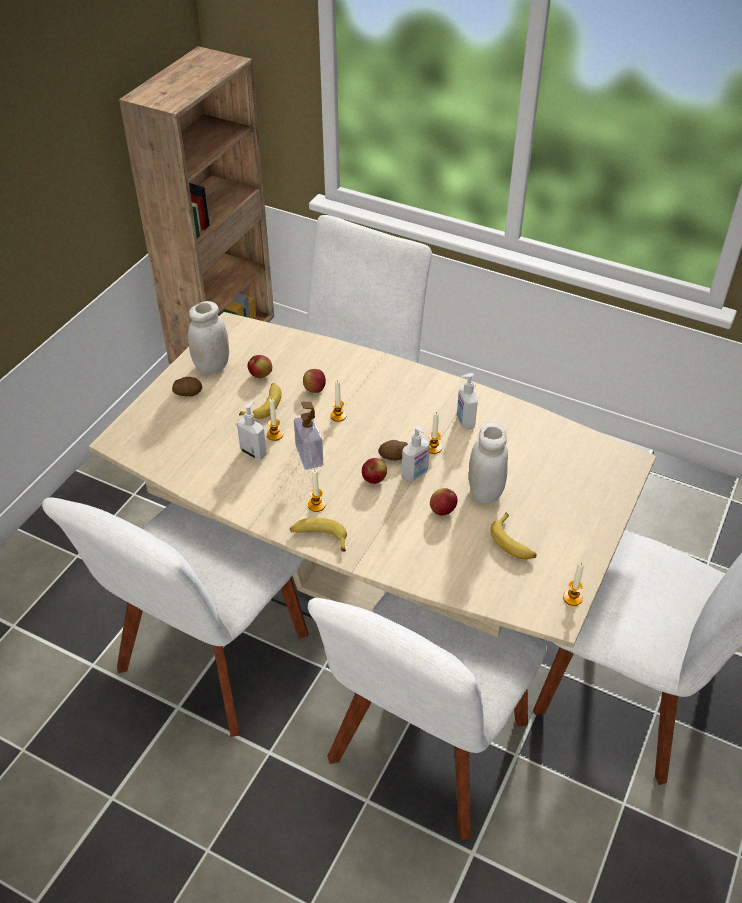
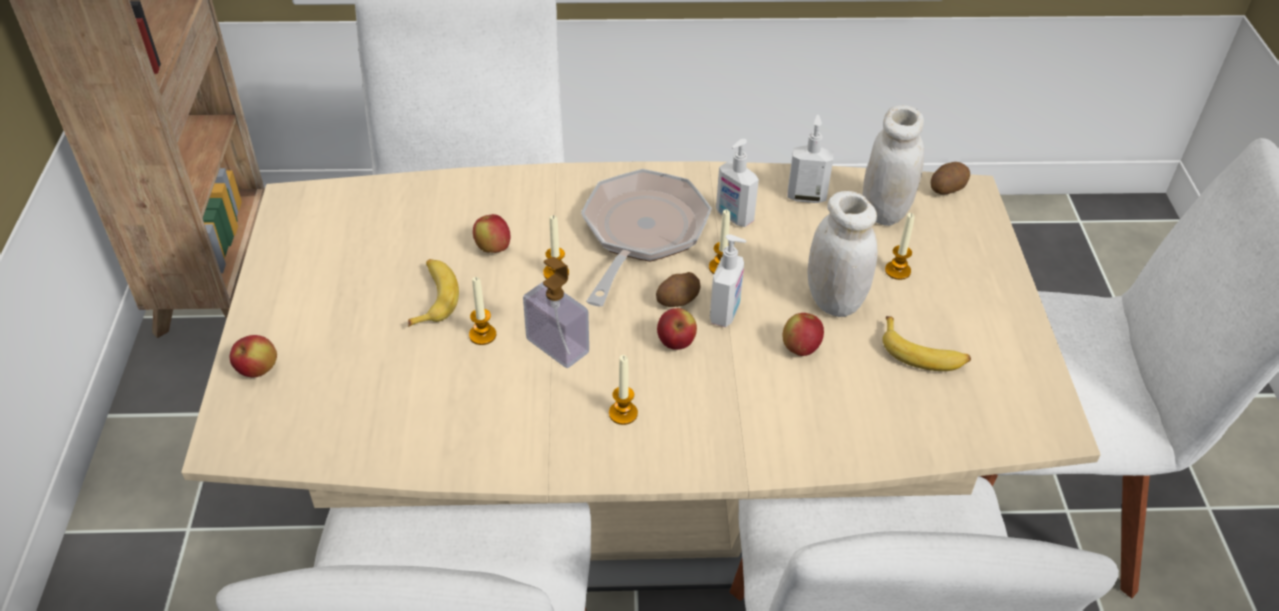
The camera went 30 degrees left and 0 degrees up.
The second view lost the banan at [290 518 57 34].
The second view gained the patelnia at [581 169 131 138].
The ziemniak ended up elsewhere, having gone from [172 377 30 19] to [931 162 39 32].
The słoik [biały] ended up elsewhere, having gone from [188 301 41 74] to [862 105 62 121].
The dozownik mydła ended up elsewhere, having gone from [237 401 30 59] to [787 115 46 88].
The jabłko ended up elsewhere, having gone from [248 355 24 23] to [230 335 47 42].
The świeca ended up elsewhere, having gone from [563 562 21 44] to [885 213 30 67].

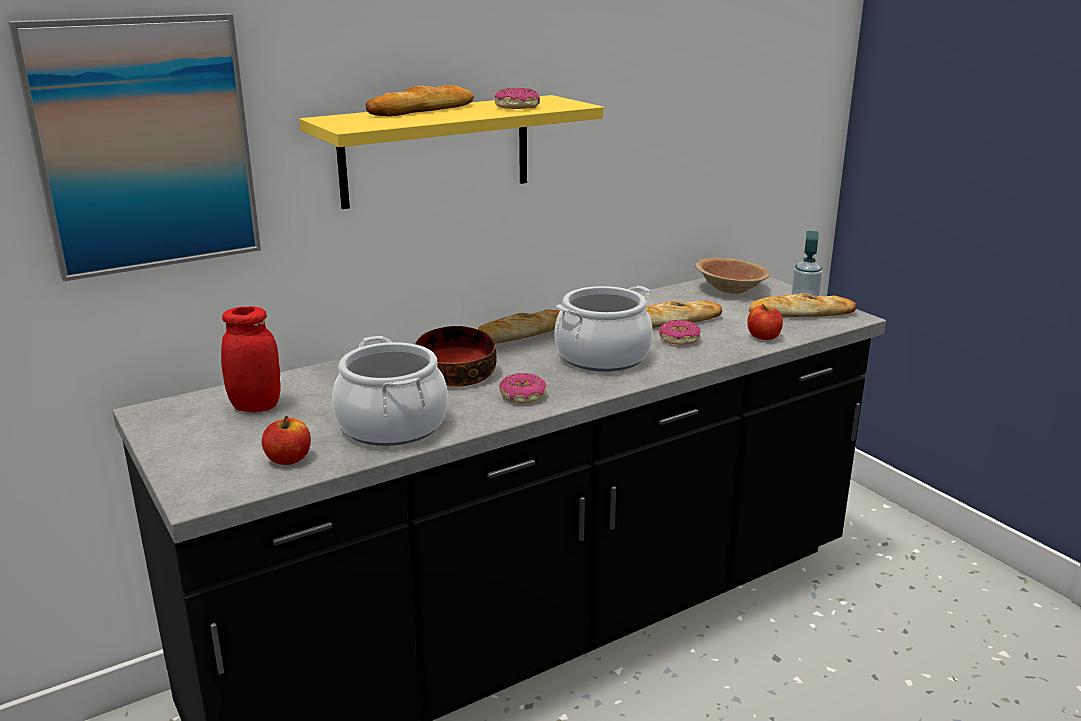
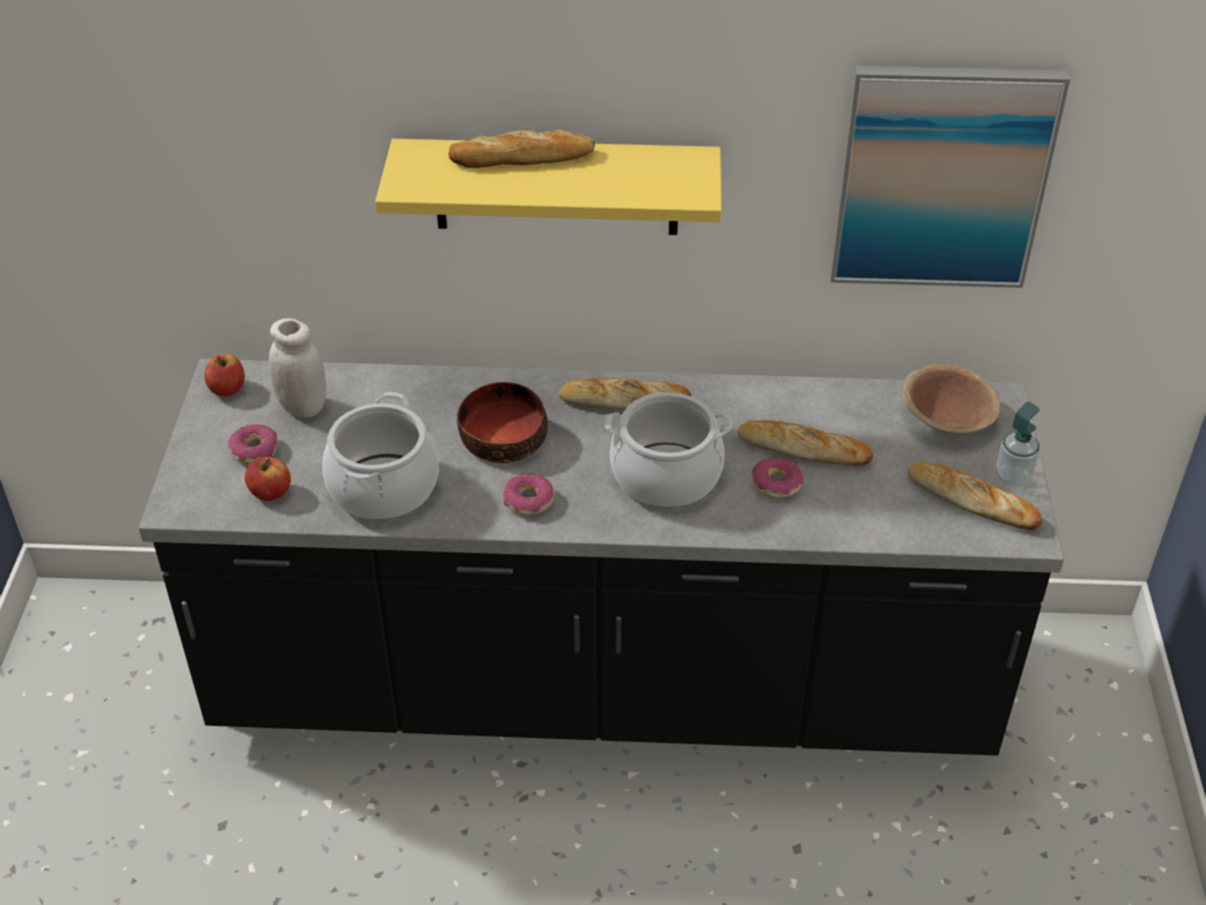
The camera went 35 degrees right and 20 degrees up.
The obraz ended up elsewhere, having gone from [8 13 253 269] to [830 66 240 222].
The donut ended up elsewhere, having gone from [494 88 46 21] to [228 424 50 40].
The jabłko ended up elsewhere, having gone from [747 304 36 36] to [204 354 41 43].
What was the słoik [czerwony] at [221 306 60 107] turned into the słoik [biały] at [269 318 57 100].

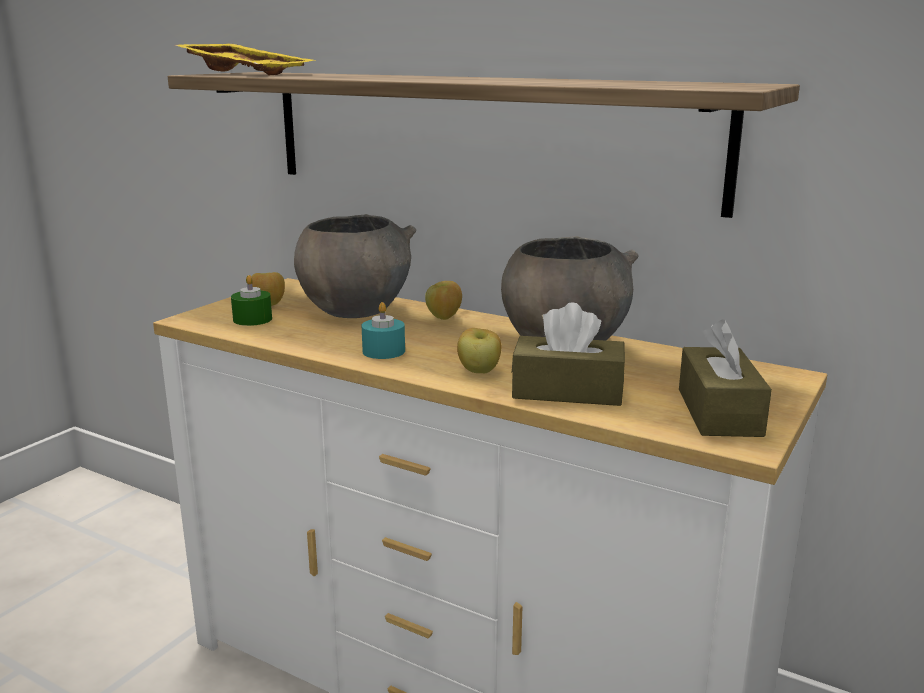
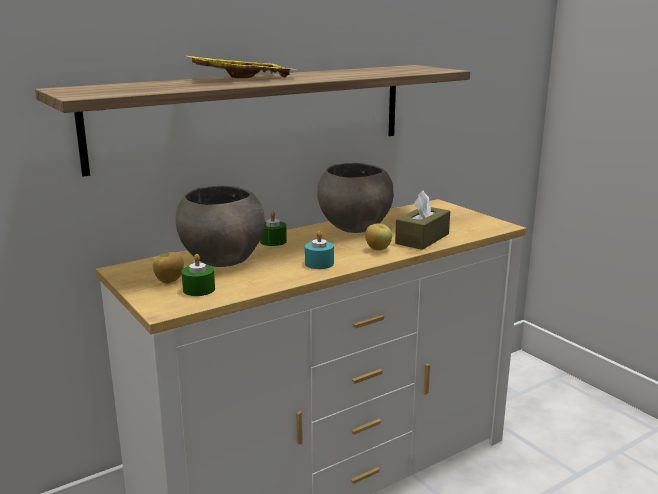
The camera went 65 degrees left and 0 degrees up.
The second view lost the pudełko chusteczek [brązowy] at [679 319 93 118].
The taca [żółty] ended up elsewhere, having gone from [175 44 139 31] to [184 55 112 23].
Where the jabłko stood at [425 281 37 39], the świeca [zielony] came to stand at [260 211 27 35].

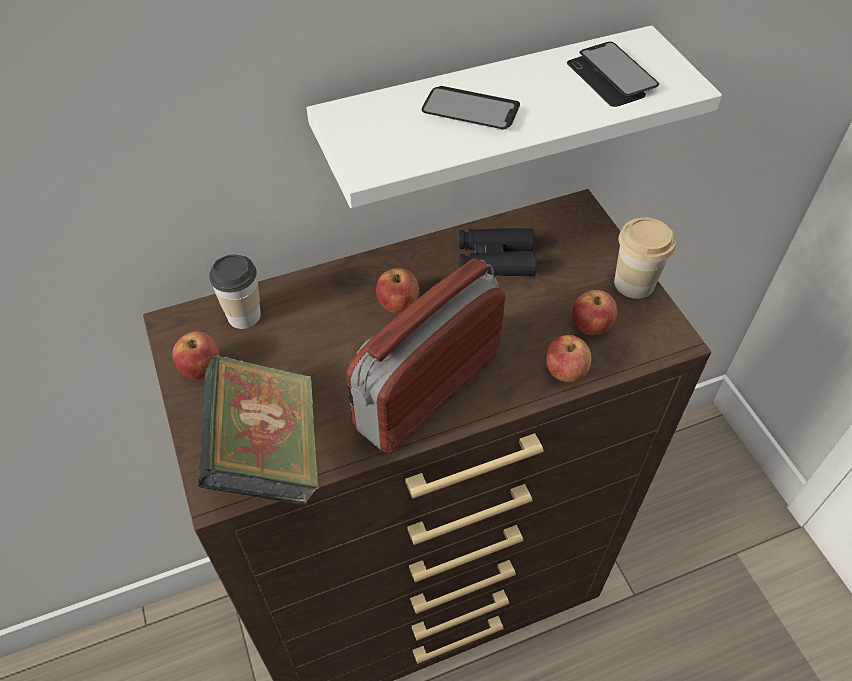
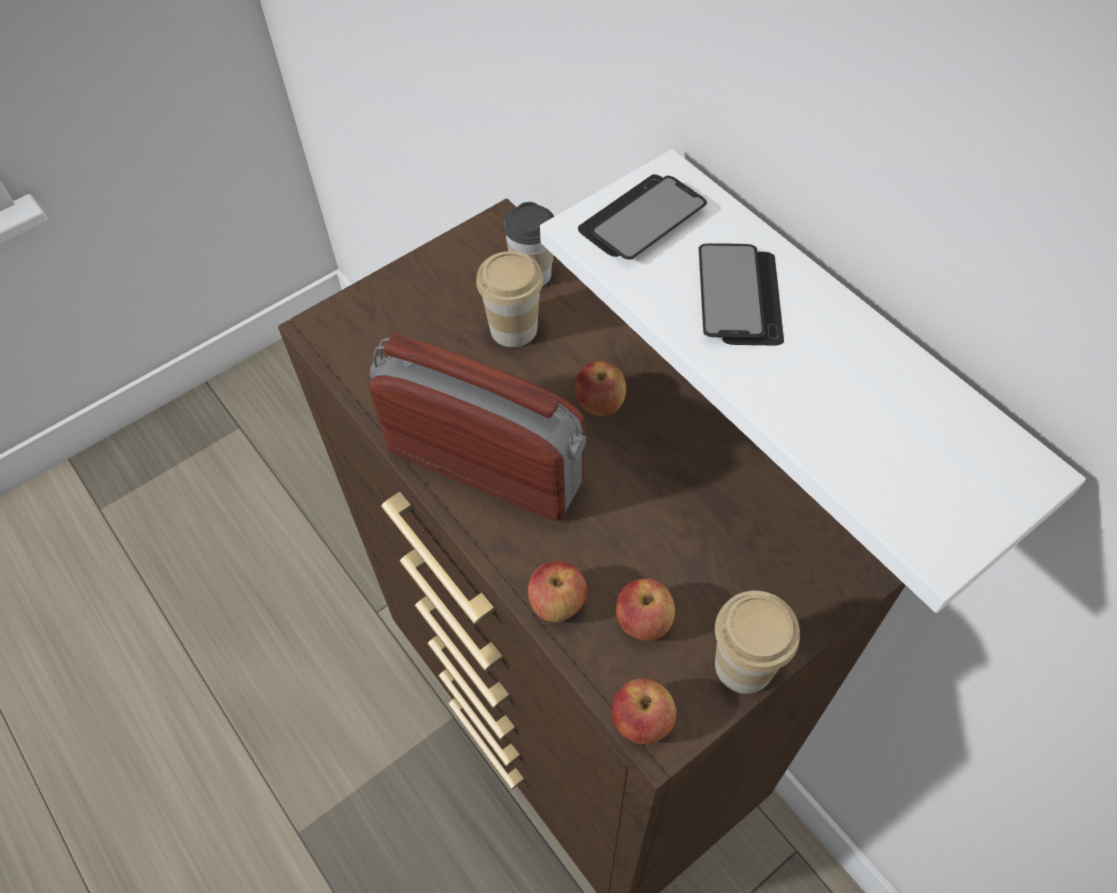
The camera went 75 degrees right and 5 degrees up.
The second view lost the książka at [198 355 121 151].
The second view lost the lornetka [czarny] at [458 228 79 48].
The second view gained the filiżanka at [476 251 67 96].
The jabłko ended up elsewhere, having gone from [172 332 48 47] to [611 679 65 65].
The telefon ended up elsewhere, having gone from [567 42 92 65] to [578 174 129 86].

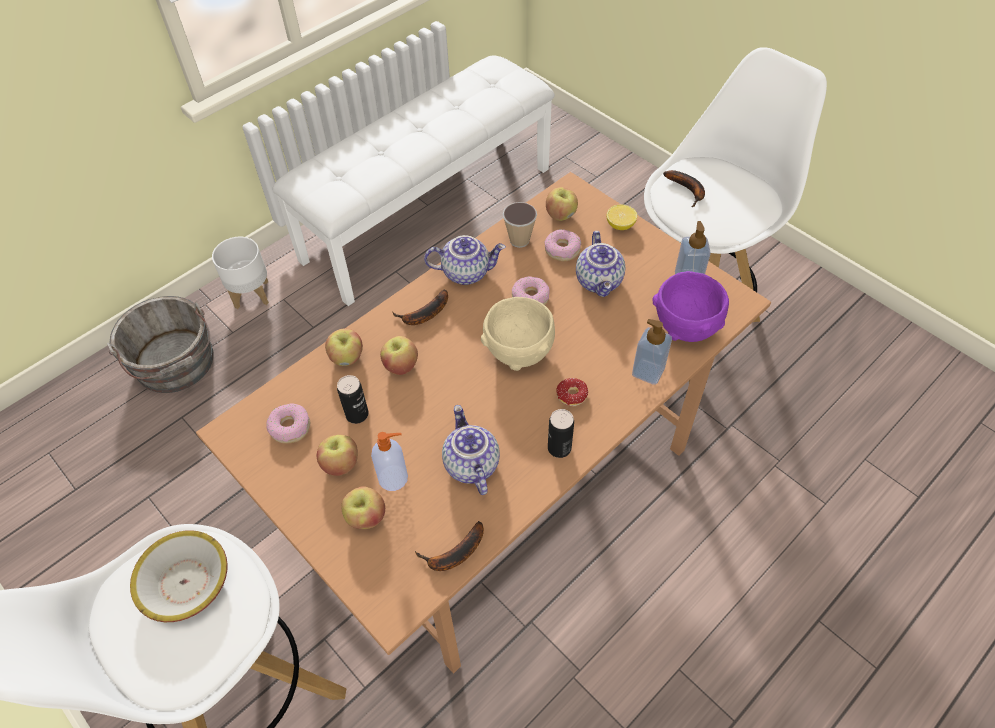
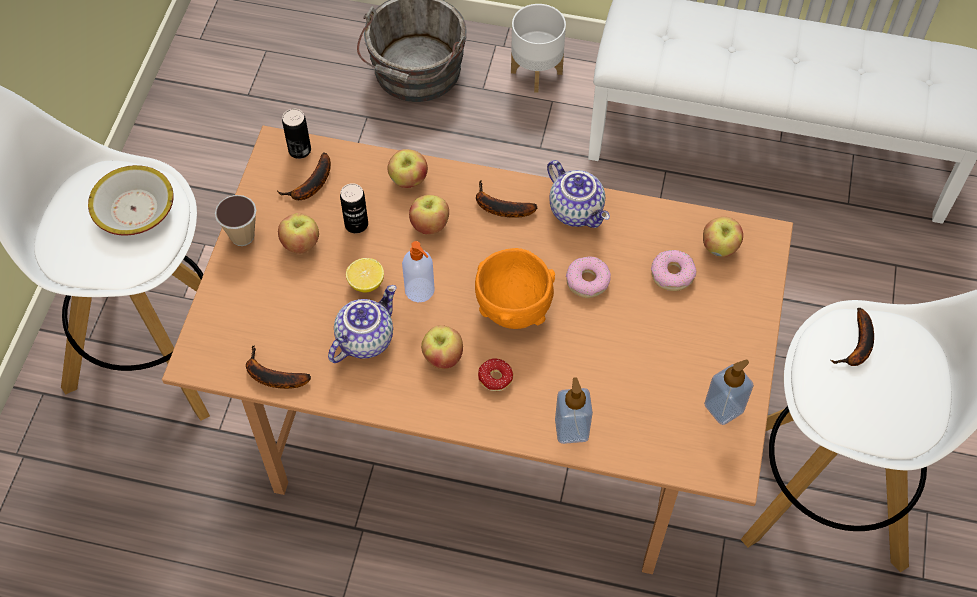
The camera went 55 degrees right and 5 degrees up.
The second view lost the imbryk at [576 231 49 66].
The second view lost the miska [fioletowy] at [653 271 76 71].
The jabłko ended up elsewhere, having gone from [341 486 44 43] to [421 325 42 44].
The dozownik mydła ended up elsewhere, having gone from [371 432 37 59] to [402 241 33 61].
The filiżanka ended up elsewhere, having gone from [502 202 35 46] to [215 195 41 51].
The puszka ended up elsewhere, having gone from [548 409 26 49] to [282 108 29 51].
The cytryna ended up elsewhere, having gone from [606 204 31 26] to [346 258 38 35].
Where the donut stood at [266 404 45 40], the banan came to stand at [277 153 54 47].
What was the miska [beżowy] at [481 297 74 74] turned into the miska [pomarańczowy] at [475 248 80 81].

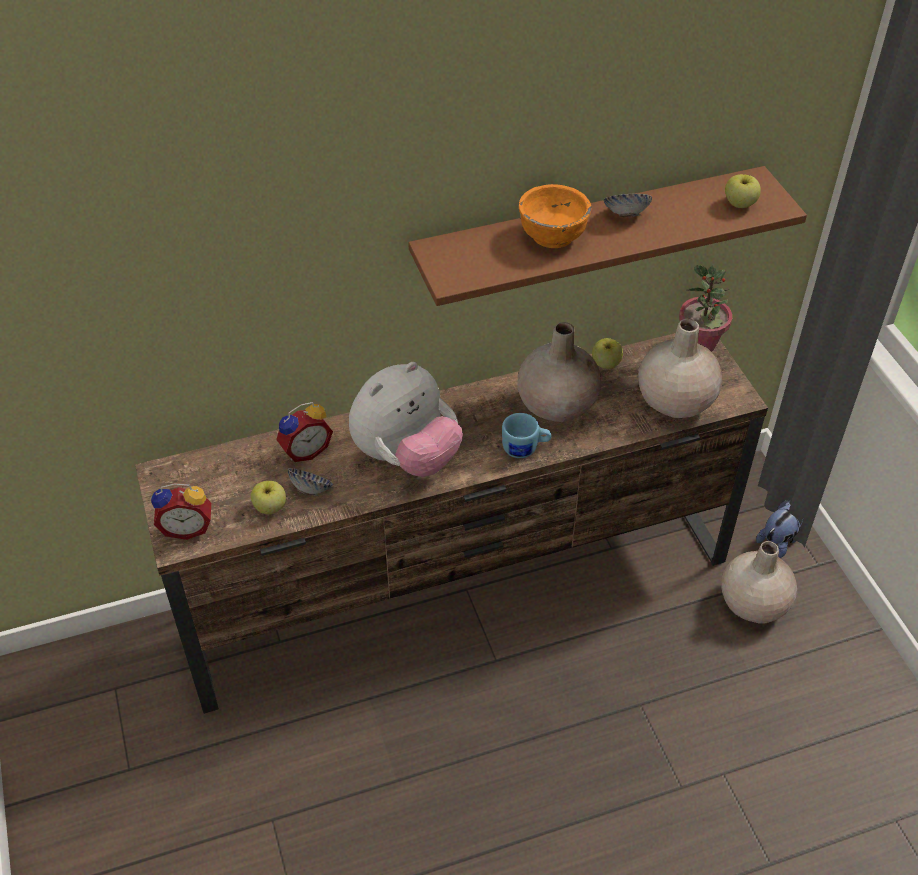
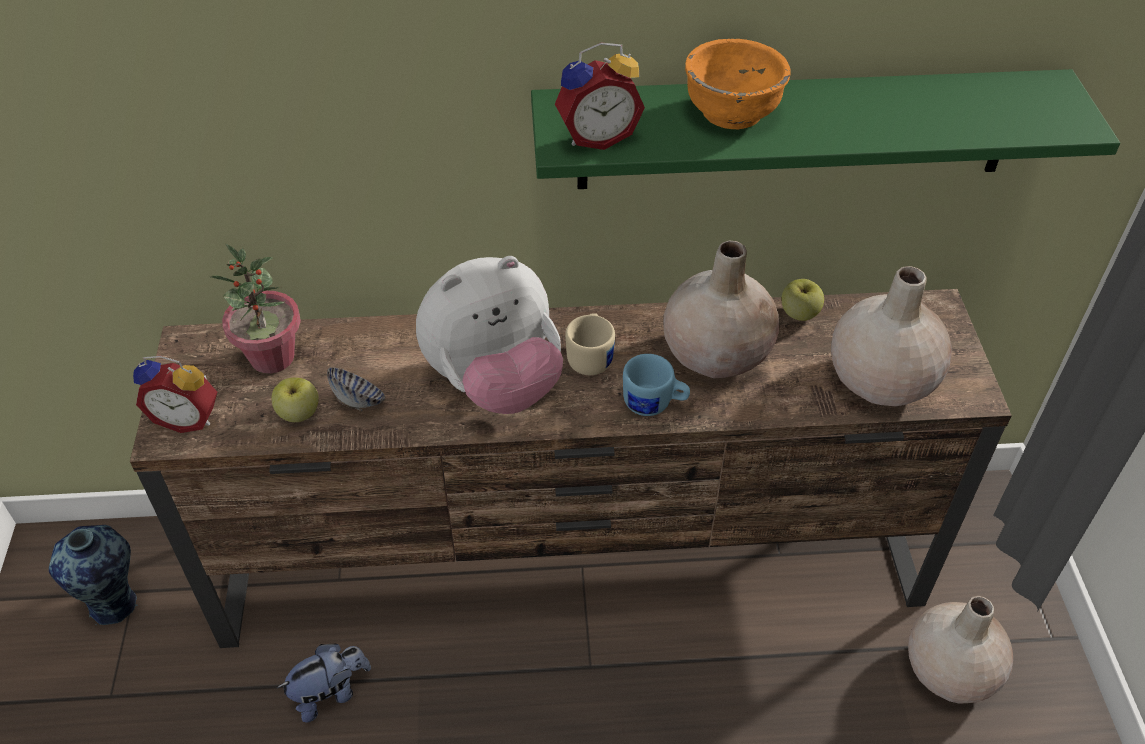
The camera went 15 degrees right and 0 degrees up.
The second view lost the miska at [604 193 48 25].
The second view lost the jabłko at [725 174 36 34].
The second view gained the wazon at [49 525 89 100].
The second view gained the kubek [beżowy] at [565 313 50 62].
The budzik ended up elsewhere, having gone from [276 402 57 60] to [555 43 90 107].
The roślina doniczkowa ended up elsewhere, having gone from [679 265 53 87] to [210 244 91 130].
The pluszak ended up elsewhere, having gone from [756 500 47 58] to [277 644 94 79].
What was the półka [brązowy] at [408 166 399 140] turned into the półka [zielony] at [531 69 589 120].

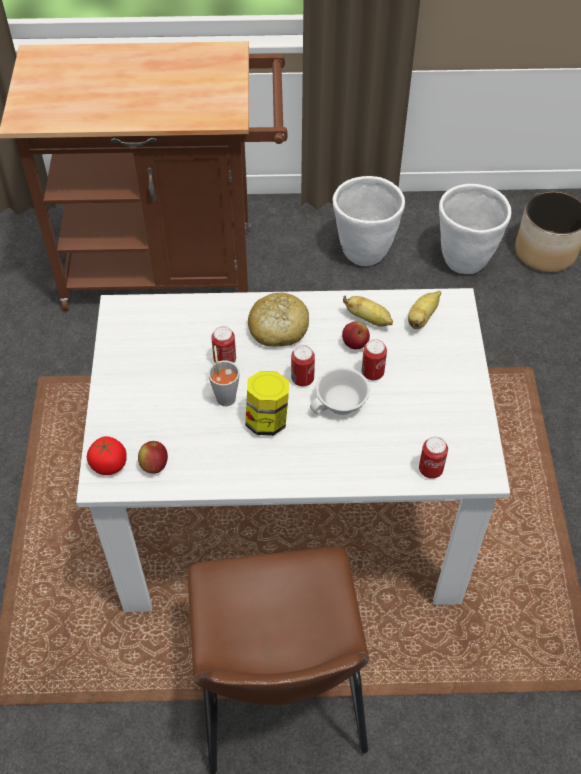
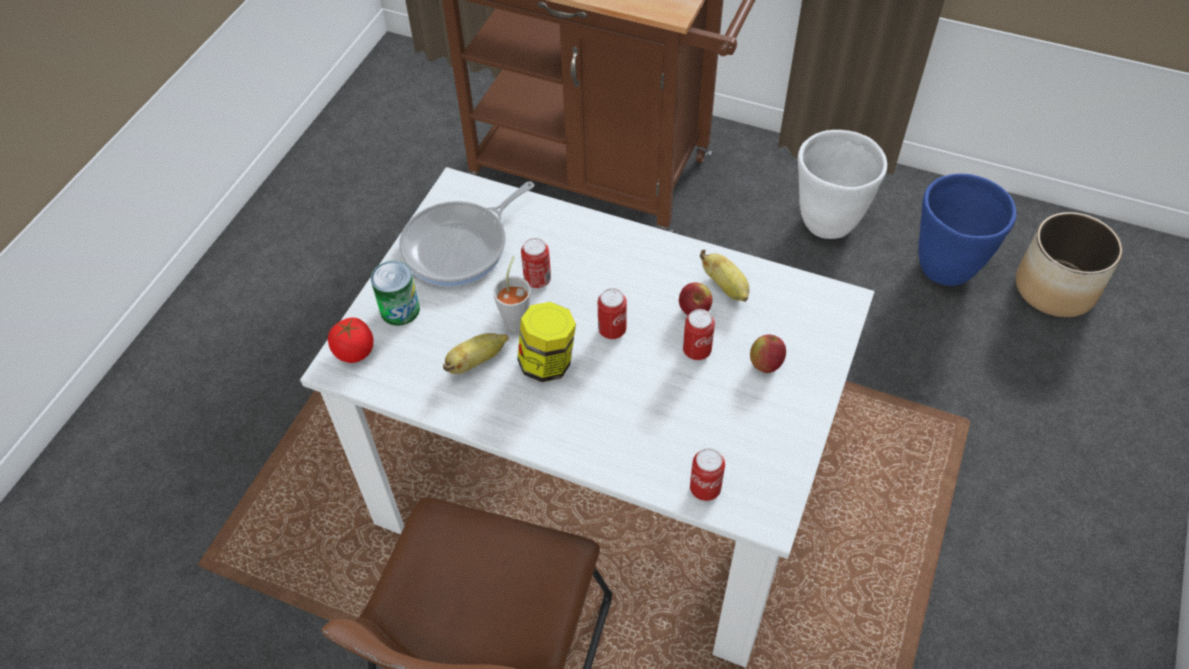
The camera went 25 degrees right and 0 degrees up.
The second view lost the chleb at [248 292 61 55].
The second view lost the filiżanka [biały] at [310 367 60 48].
The second view gained the puszka at [371 261 49 65].
The second view gained the patelnia at [399 181 135 105].
The jabłko ended up elsewhere, having gone from [138 441 30 32] to [750 335 36 38].
The banan ended up elsewhere, having gone from [408 291 33 38] to [443 333 66 41].
What was the donica [biały] at [439 184 72 90] turned into the donica [niebieski] at [918 173 98 113].

